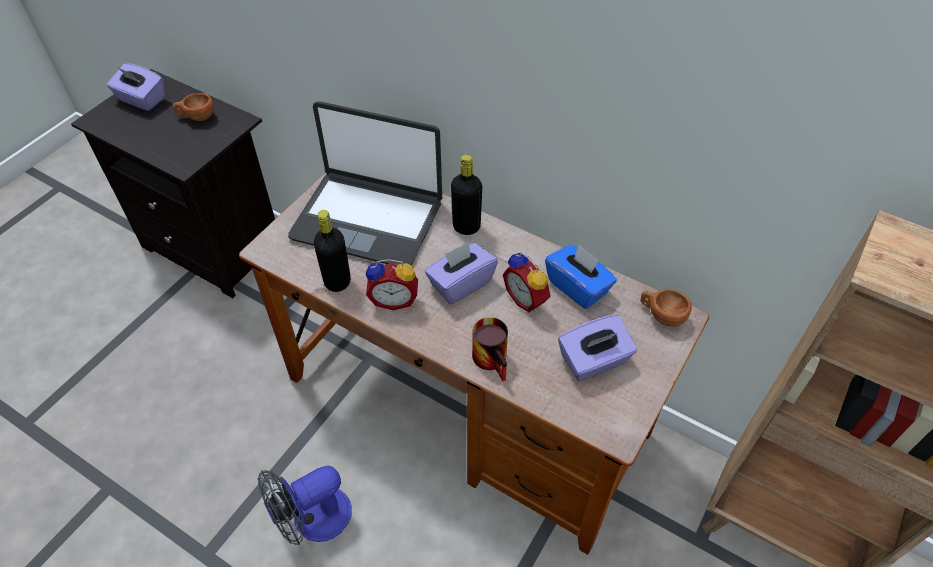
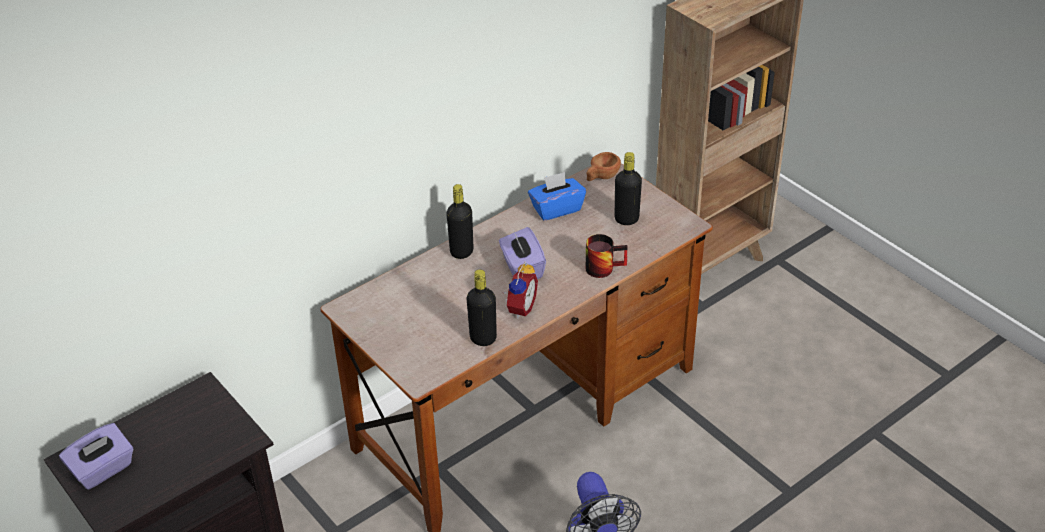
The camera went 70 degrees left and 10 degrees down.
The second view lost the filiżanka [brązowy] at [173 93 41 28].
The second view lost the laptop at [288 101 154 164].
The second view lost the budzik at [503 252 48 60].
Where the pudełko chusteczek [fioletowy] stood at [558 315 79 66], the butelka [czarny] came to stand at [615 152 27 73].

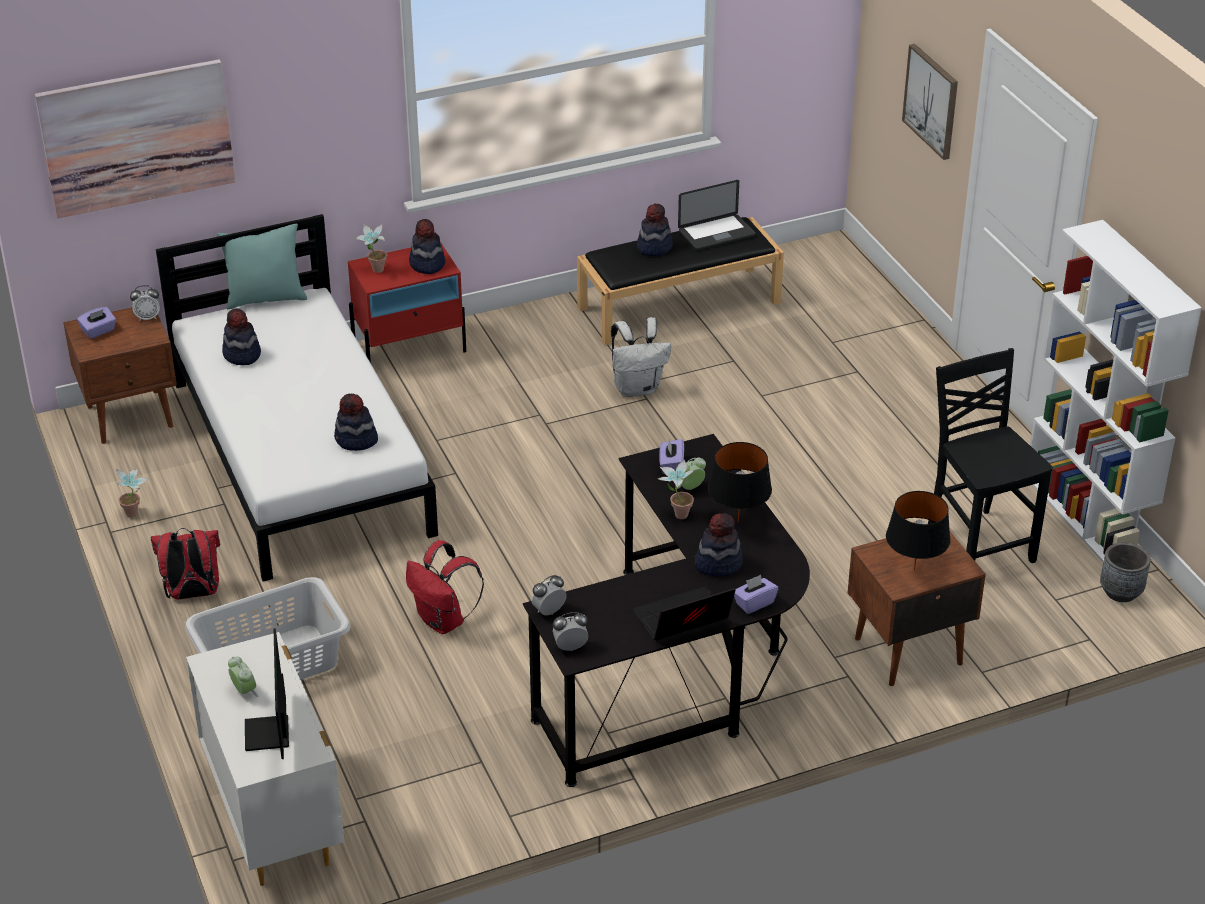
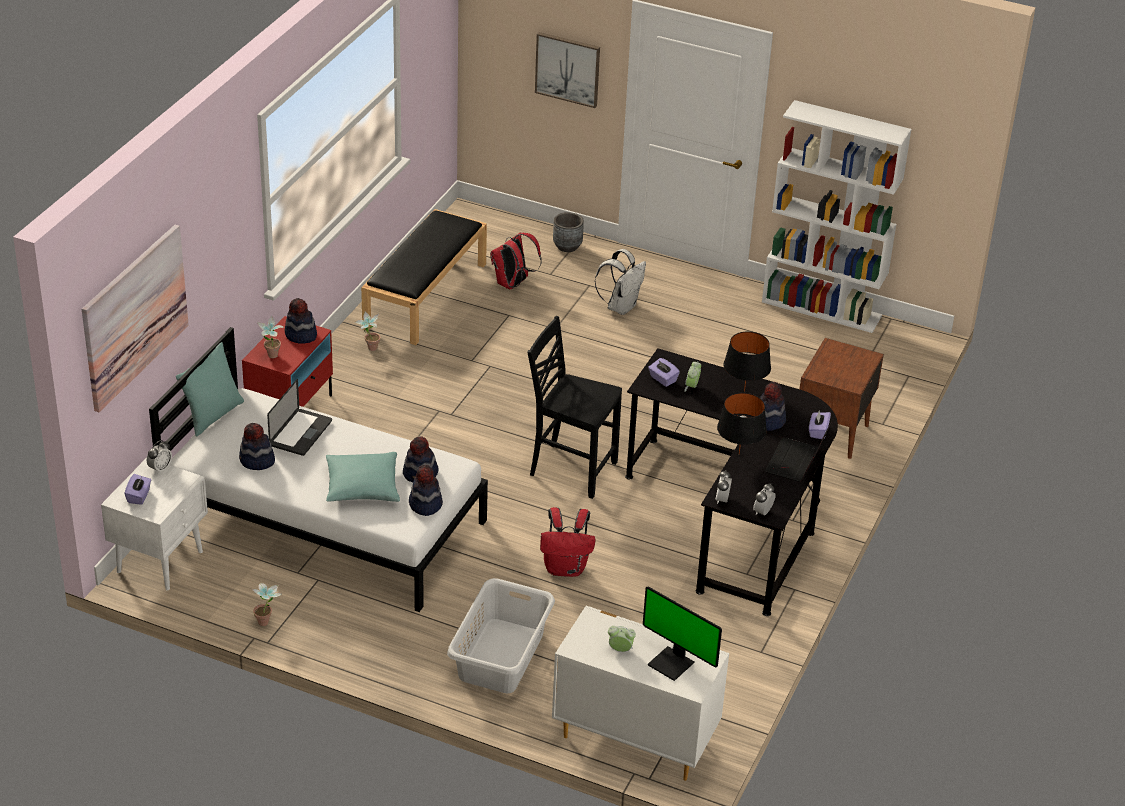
The camera went 45 degrees left and 0 degrees up.
The second view gained the poduszka [turkusowy] at [326 452 74 50].
The plecak [czerwony] ended up elsewhere, having gone from [151 528 69 72] to [490 233 52 56].
The plecak [biały] ended up elsewhere, having gone from [611 317 60 80] to [595 249 51 66].
The kapelusz ended up elsewhere, having gone from [637 204 36 52] to [409 465 34 51].
The roślina doniczkowa ended up elsewhere, having gone from [658 460 36 59] to [355 312 26 39].
The laptop ended up elsewhere, having gone from [678 180 77 71] to [267 379 65 77].
The lampa stołowa [czarny] ended up elsewhere, having gone from [886 491 65 79] to [717 393 50 61].
The krzesło [czarny] ended up elsewhere, having gone from [928 348 125 215] to [528 316 94 183].
The donica [szary] ended up elsewhere, having gone from [1100 542 51 60] to [553 212 31 40].
What was the szafka nocna [brązowy] at [63 307 114 137] turned into the szafka nocna [biały] at [101 458 107 132].

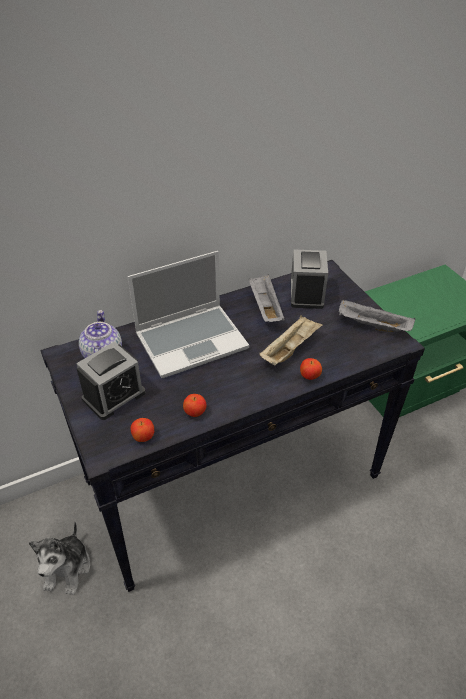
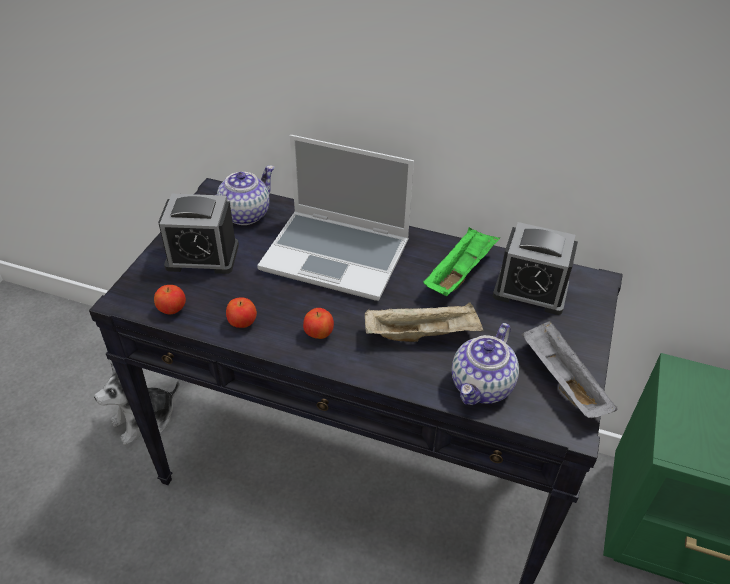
The camera went 45 degrees right and 0 degrees up.
The second view gained the imbryk at [452 323 67 82].
The jabłko ended up elsewhere, having gone from [300 358 22 22] to [303 308 31 31].
What was the taca [szary] at [249 274 36 48] turned into the taca [zielony] at [423 227 77 69].
The budzik at [291 249 37 60] ended up facing another way, 120 degrees counterclockwise from before.

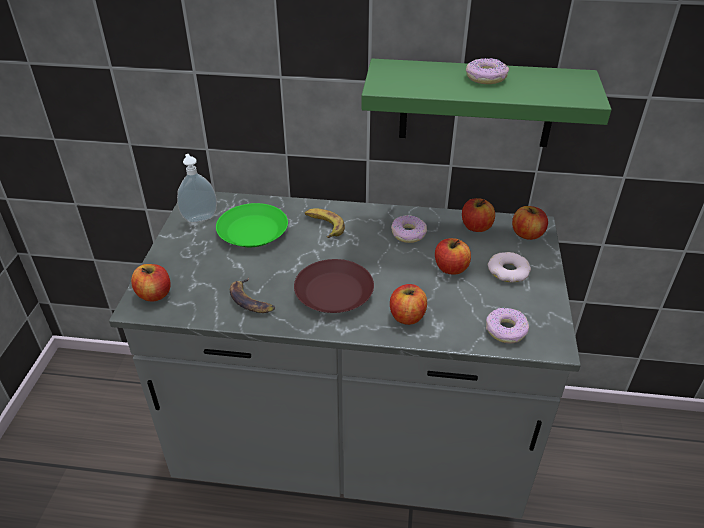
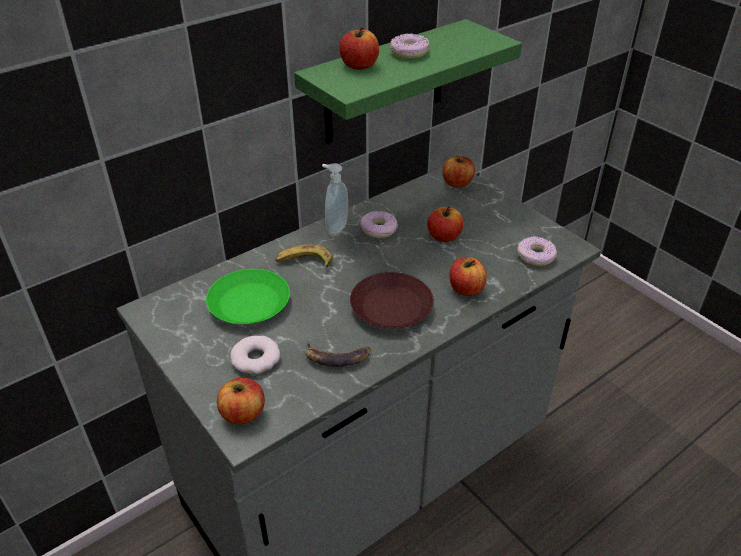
The camera went 45 degrees left and 0 degrees up.
The dozownik mydła ended up elsewhere, having gone from [177 154 40 69] to [322 163 26 72].
The jabłko ended up elsewhere, having gone from [462 198 33 34] to [339 27 40 43].
The donut ended up elsewhere, having gone from [488 252 43 30] to [230 336 50 38].

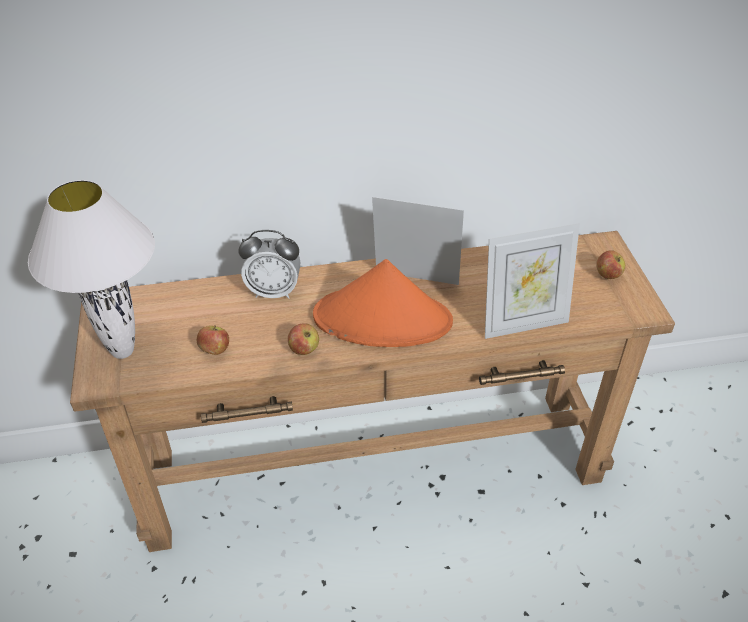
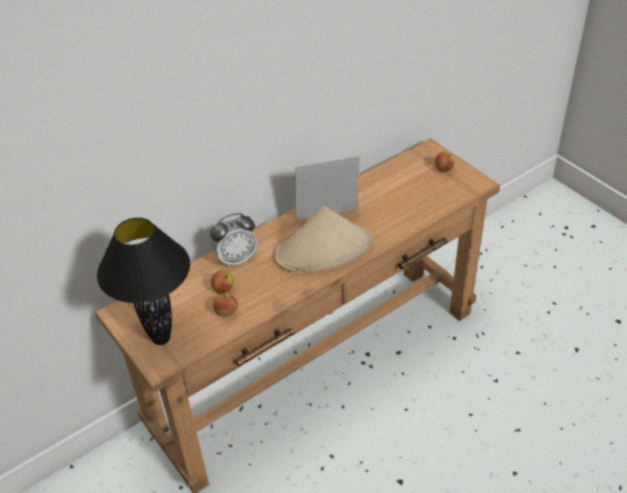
The camera went 25 degrees left and 0 degrees up.
The second view lost the ramka na zdjęcie at [485 223 95 116].
The jabłko ended up elsewhere, having gone from [288 323 31 32] to [211 270 23 24].
What was the lampa stołowa [biały] at [28 180 127 179] turned into the lampa stołowa [czarny] at [97 218 93 127].
What was the kapelusz [pomarańczowy] at [313 259 140 88] turned into the kapelusz [beżowy] at [275 206 97 66].

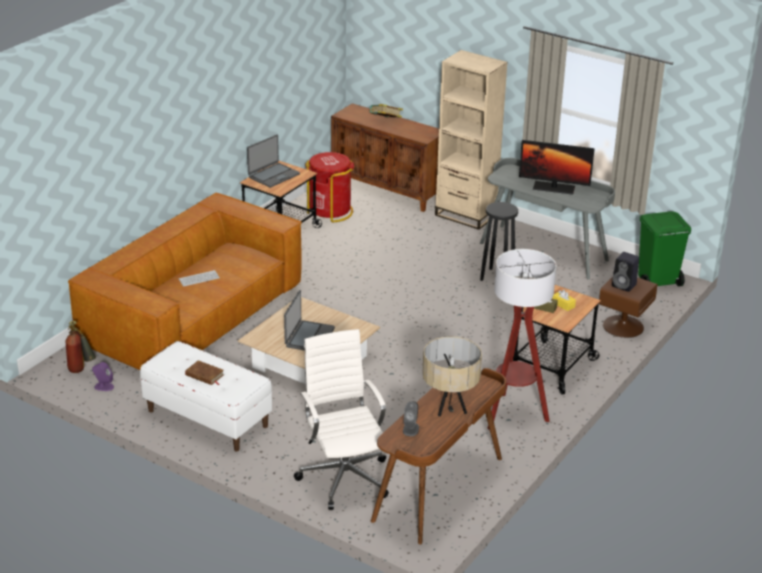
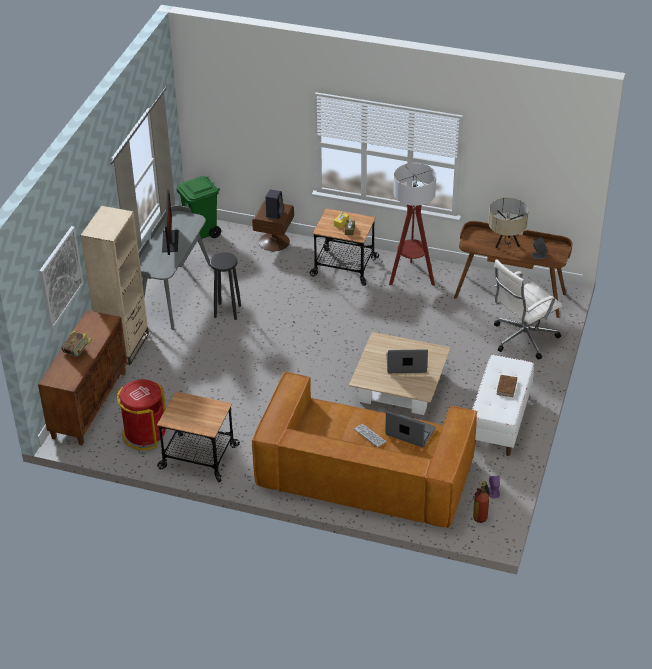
The camera went 105 degrees left and 10 degrees up.
The second view gained the obraz at [39 226 45 103].
The laptop ended up elsewhere, having gone from [247 135 53 53] to [385 411 51 36].

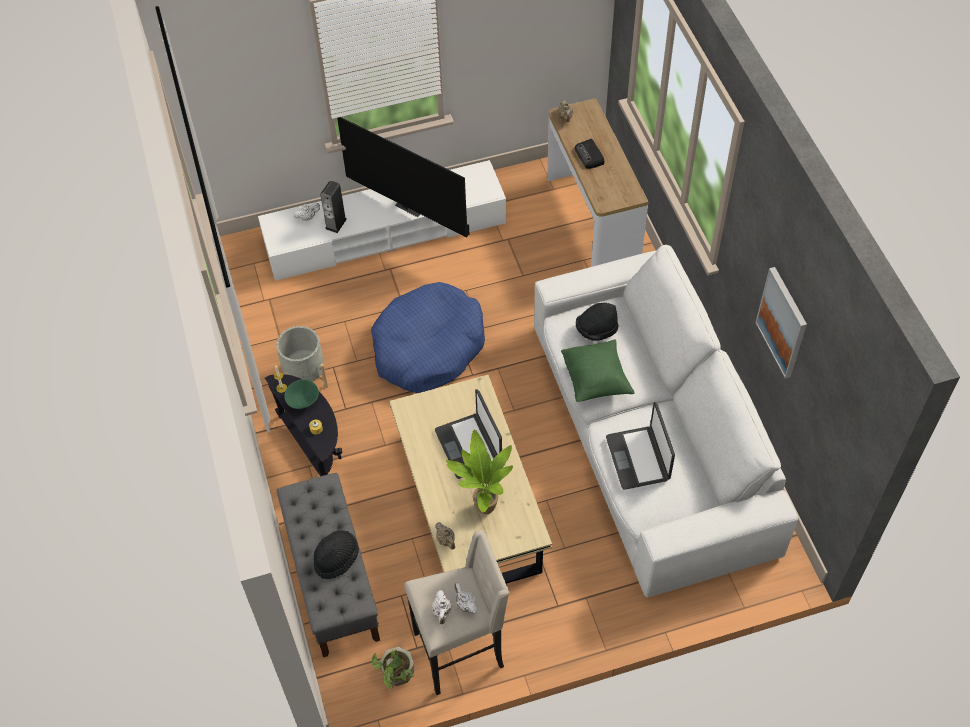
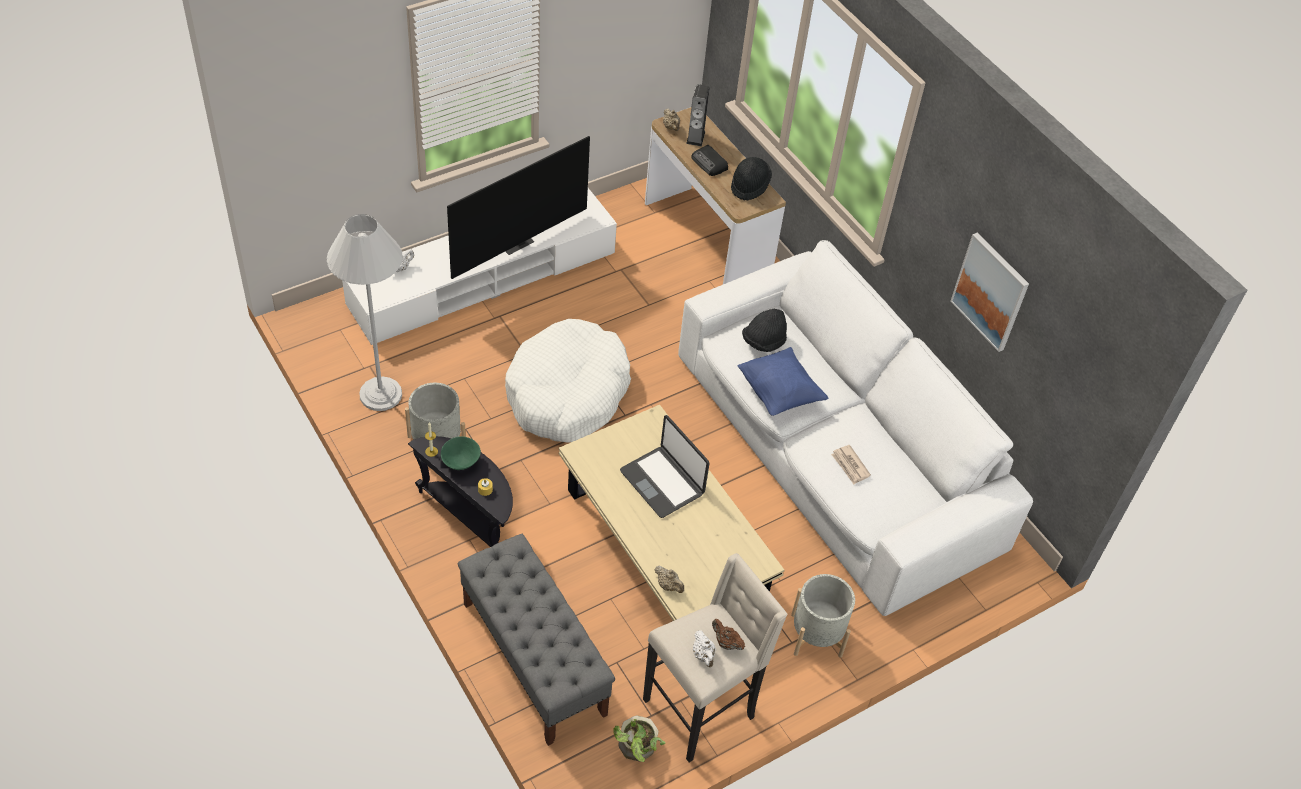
The camera went 20 degrees left and 5 degrees down.
The second view lost the roślina doniczkowa at [446 430 67 84].
The second view gained the lampa stojąca [biały] at [327 214 76 197].
The second view gained the donica [szary] at [791 574 64 84].
The kapelusz [czarny] ended up elsewhere, having gone from [314 530 45 49] to [731 157 41 44].
The głośnik ended up elsewhere, having gone from [320 180 27 53] to [686 84 24 63].
Where the laptop stood at [606 402 69 88], the gazeta came to stand at [831 445 40 39].
What was the legowisko [niebieski] at [371 282 114 111] turned into the legowisko [biały] at [505 319 126 123].
What was the imbryk [biały] at [454 583 23 31] turned into the imbryk [brązowy] at [712 619 33 31].
What was the poduszka [zielony] at [561 340 74 62] turned into the poduszka [niebieski] at [738 347 91 69].
The telewizor at [337 117 132 120] ended up facing another way, 60 degrees counterclockwise from before.

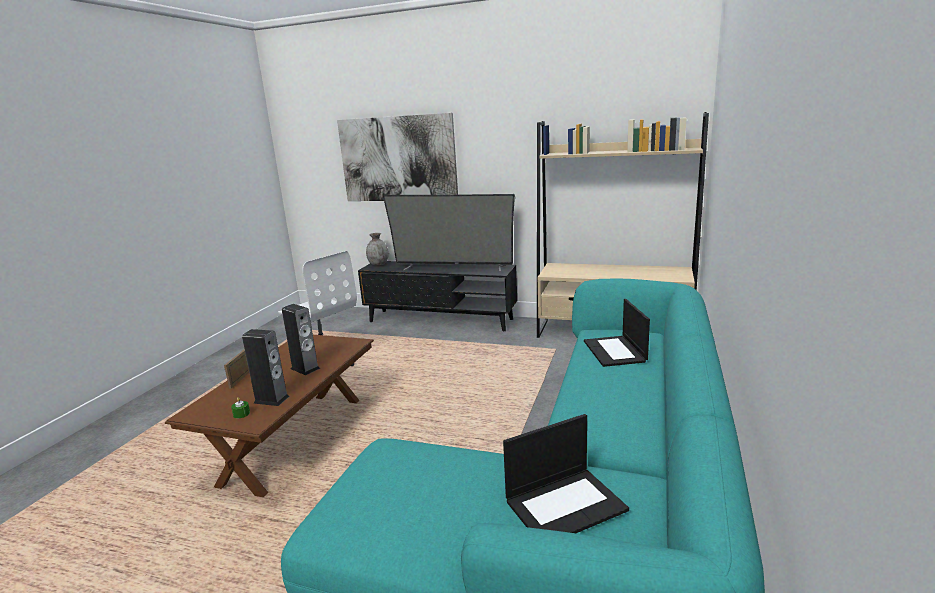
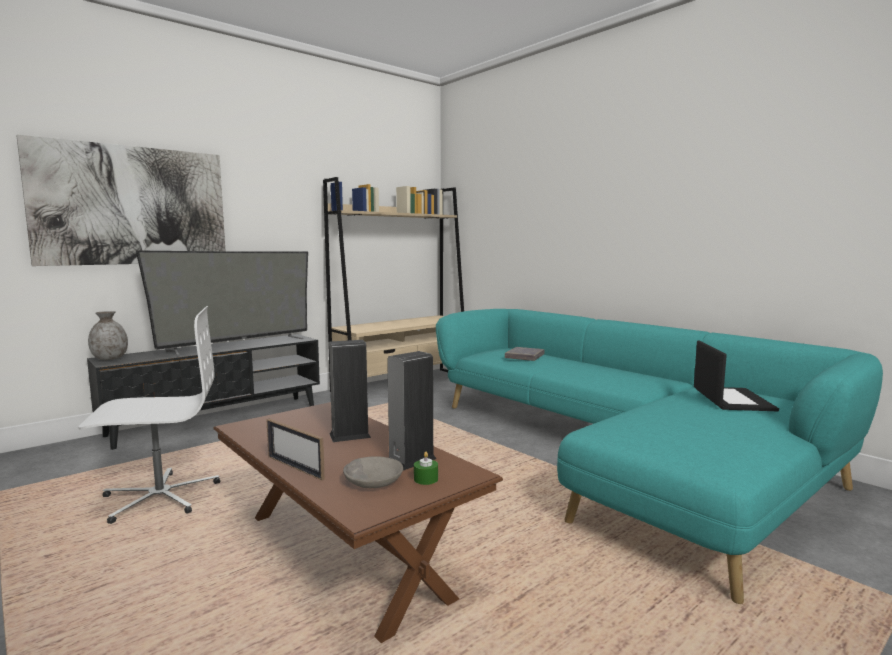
The camera went 60 degrees left and 10 degrees down.
The second view gained the miska [szary] at [343 456 60 32].
Where the laptop stood at [584 299 66 68], the książka [szary] came to stand at [505 347 40 14].

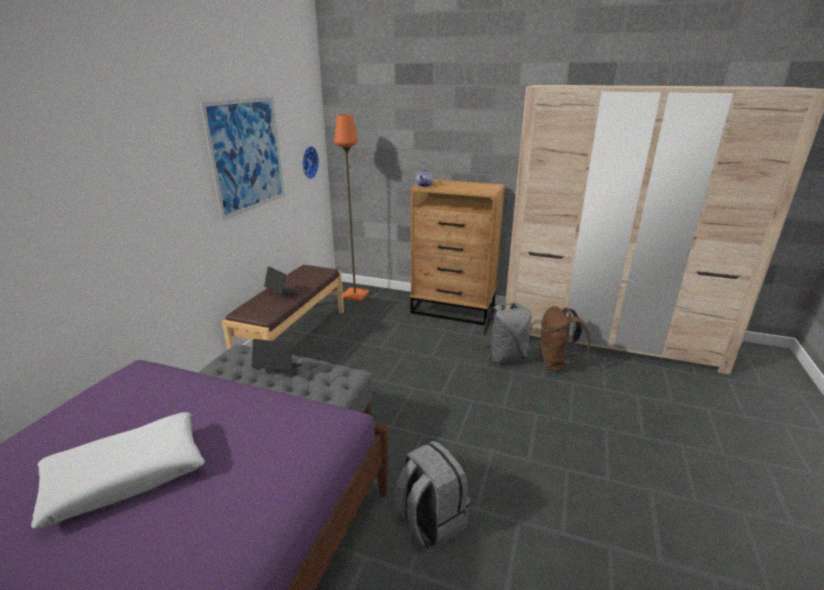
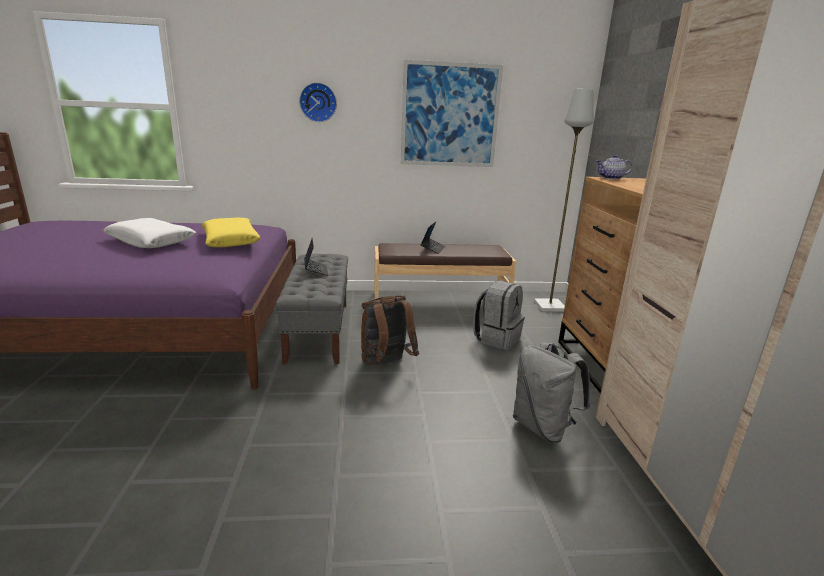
The camera went 65 degrees right and 5 degrees down.
The second view gained the poduszka [żółty] at [202 218 59 29].
The zegar ścienny ended up elsewhere, having gone from [302 146 17 33] to [299 82 38 40].
The plecak [szary] ended up elsewhere, having gone from [394 441 76 107] to [473 281 52 69].
The plecak [brązowy] ended up elsewhere, having gone from [538 306 53 66] to [361 295 58 71].
What was the lampa stojąca [pomarańczowy] at [334 114 35 187] turned into the lampa stojąca [szary] at [534 89 60 223].

